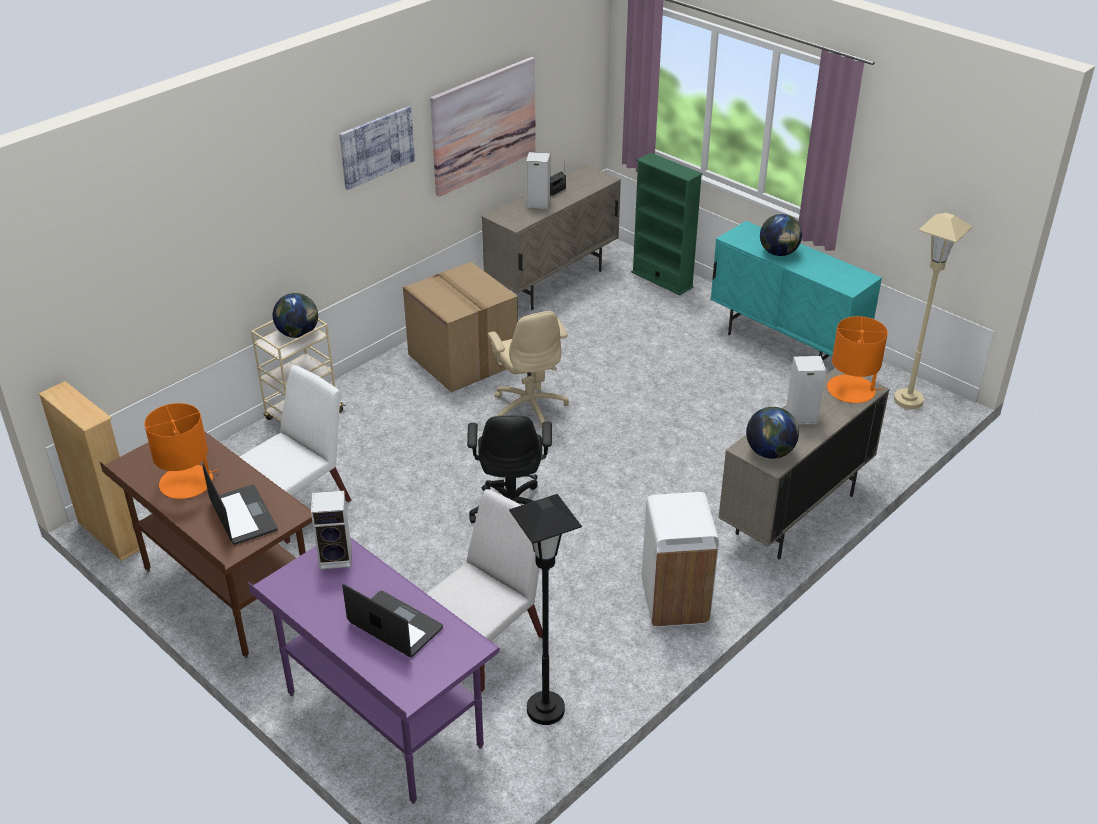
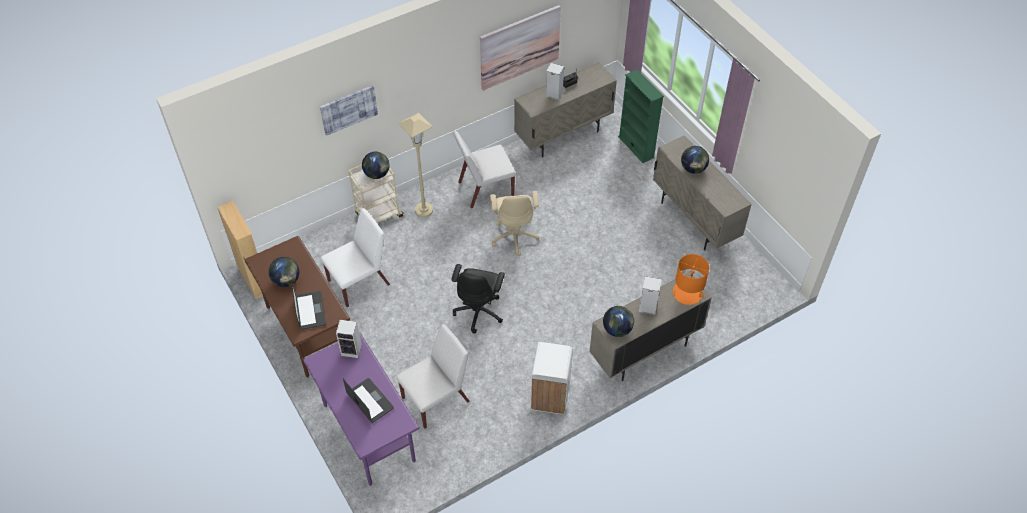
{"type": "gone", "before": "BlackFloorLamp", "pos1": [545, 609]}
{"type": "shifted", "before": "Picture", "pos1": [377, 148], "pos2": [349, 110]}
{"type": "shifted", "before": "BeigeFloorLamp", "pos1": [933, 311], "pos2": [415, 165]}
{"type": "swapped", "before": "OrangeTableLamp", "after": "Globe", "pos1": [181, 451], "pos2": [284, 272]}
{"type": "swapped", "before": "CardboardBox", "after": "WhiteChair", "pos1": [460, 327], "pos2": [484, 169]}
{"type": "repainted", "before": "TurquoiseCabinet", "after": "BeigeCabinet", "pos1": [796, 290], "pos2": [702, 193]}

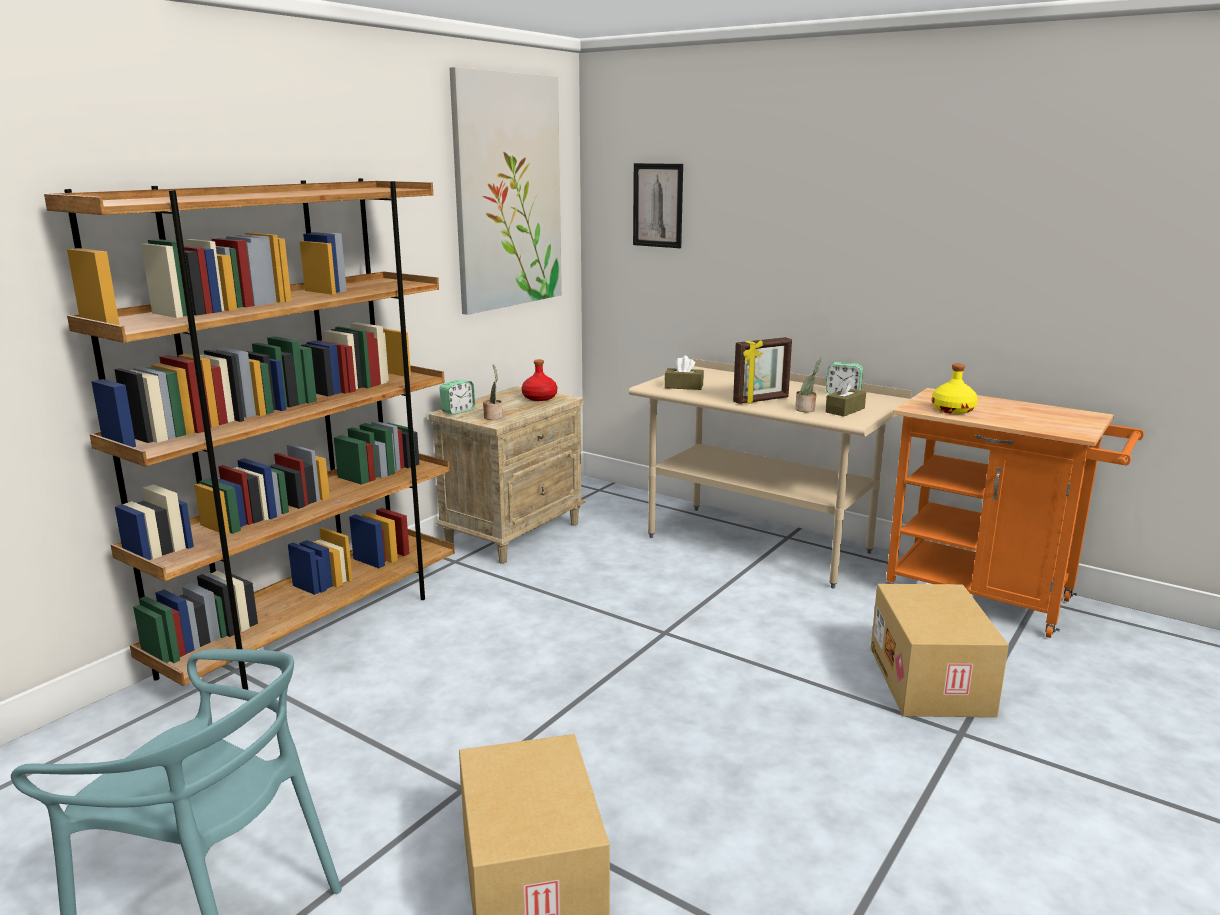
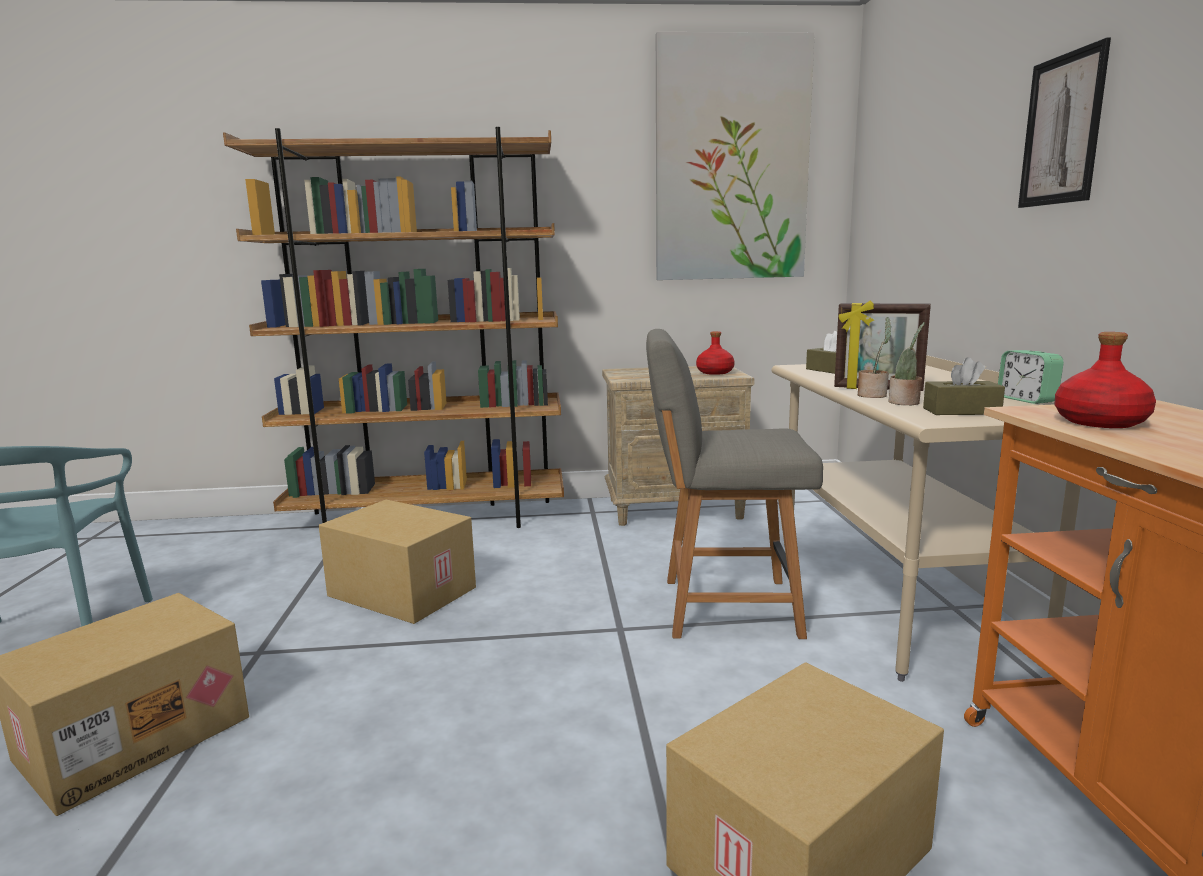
{"type": "gone", "before": "AlarmClock", "pos1": [457, 397]}
{"type": "new", "after": "CardboardBox", "pos2": [397, 562]}
{"type": "new", "after": "GreyChair", "pos2": [734, 484]}
{"type": "shifted", "before": "PottedPlant", "pos1": [492, 392], "pos2": [874, 357]}
{"type": "shifted", "before": "Picture", "pos1": [658, 205], "pos2": [1064, 122]}
{"type": "repainted", "before": "YellowBottle", "after": "RedBottle", "pos1": [955, 389], "pos2": [1105, 380]}

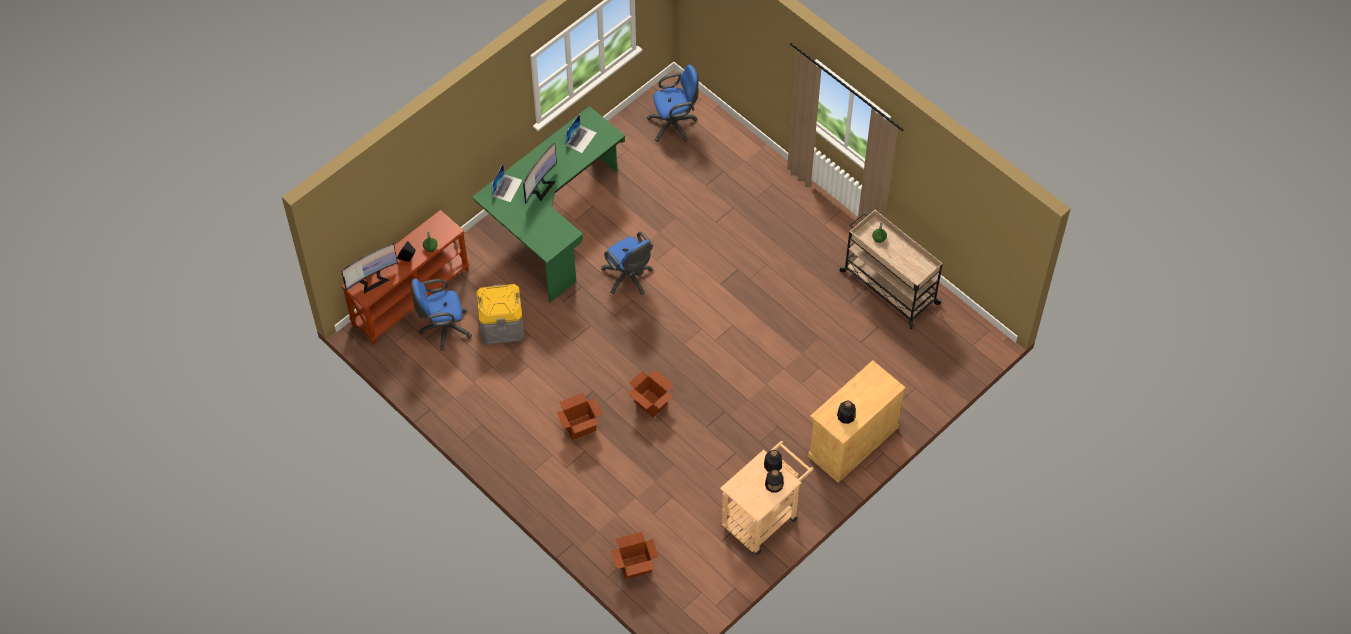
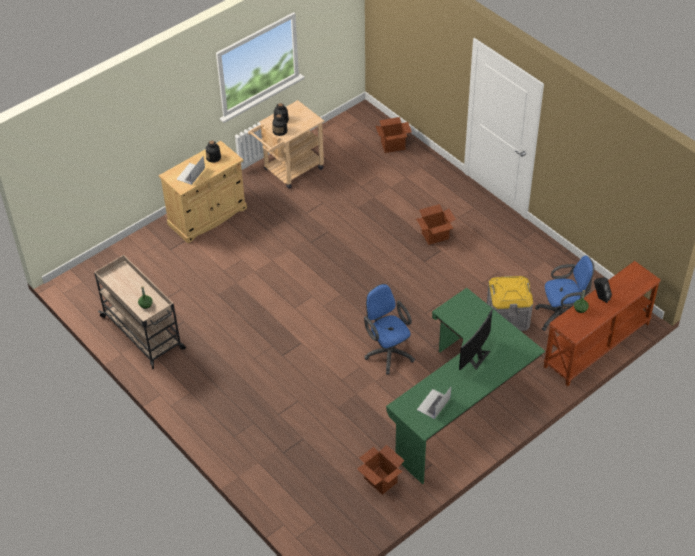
{"type": "gone", "before": "Monitor", "pos1": [369, 268]}
{"type": "gone", "before": "BlueOfficeChair", "pos1": [673, 103]}
{"type": "shifted", "before": "Laptop", "pos1": [506, 183], "pos2": [190, 170]}
{"type": "shifted", "before": "CardboardBox", "pos1": [650, 393], "pos2": [381, 470]}

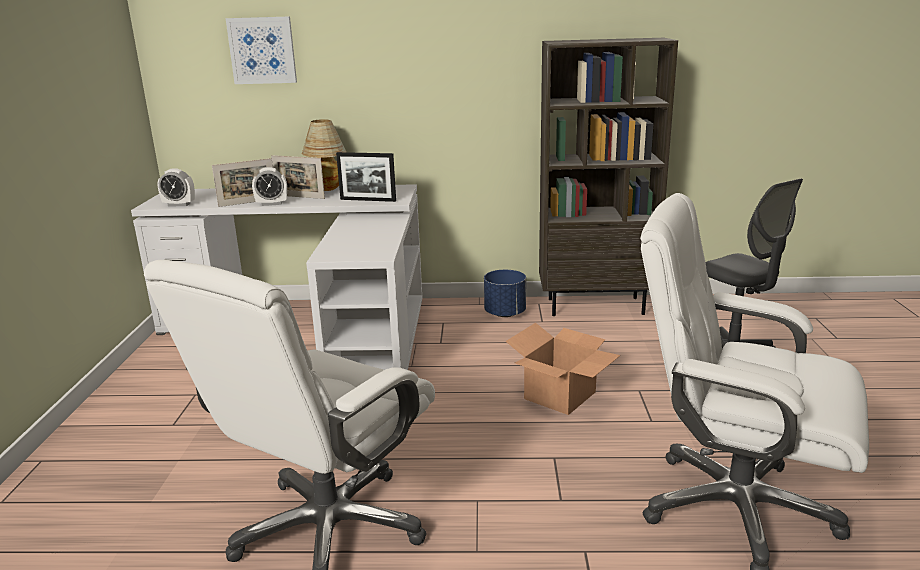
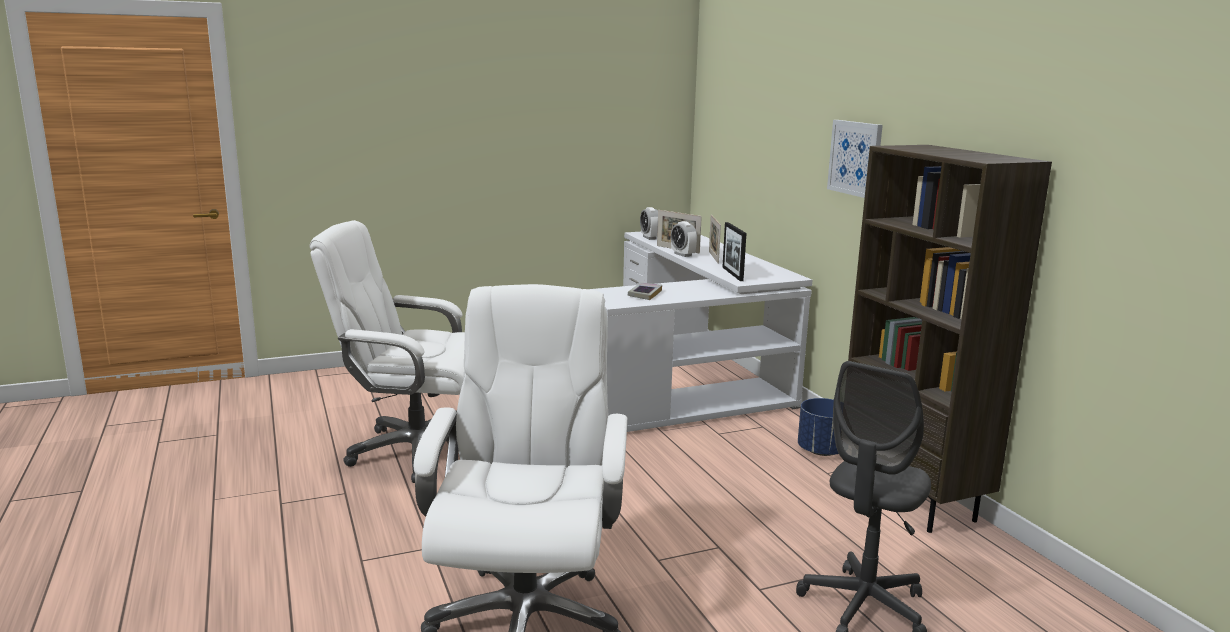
{"type": "gone", "before": "TableLamp", "pos1": [324, 155]}
{"type": "gone", "before": "CardboardBox", "pos1": [563, 369]}
{"type": "new", "after": "Book", "pos2": [645, 291]}
{"type": "shifted", "before": "Picture", "pos1": [261, 50], "pos2": [855, 159]}

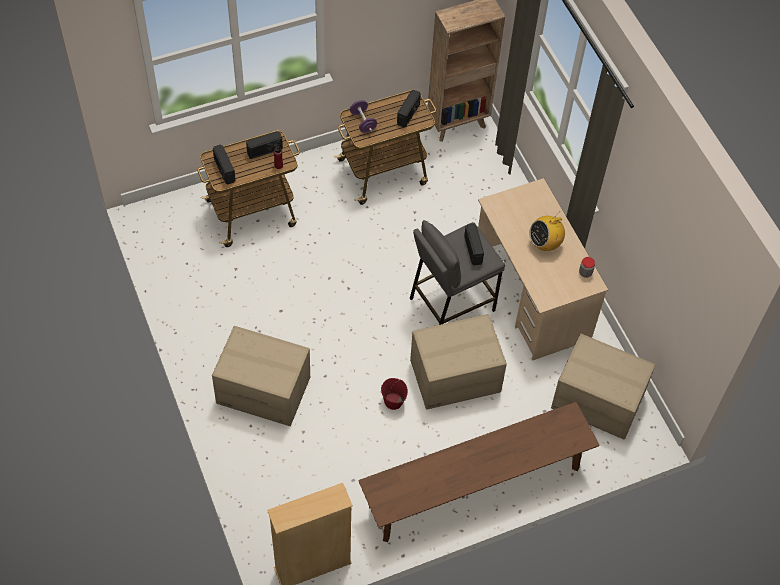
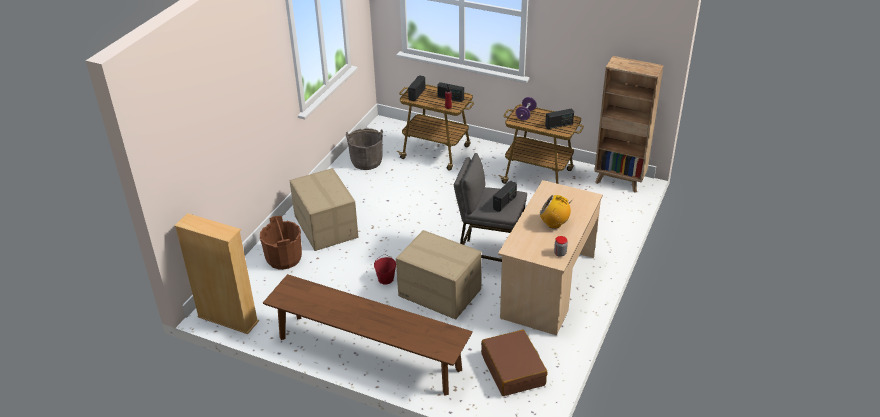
{"type": "new", "after": "BrownBucket", "pos2": [281, 243]}
{"type": "new", "after": "GreyBucket", "pos2": [364, 149]}
{"type": "swapped", "before": "CardboardBox", "after": "BrownSuitcase", "pos1": [603, 387], "pos2": [514, 363]}

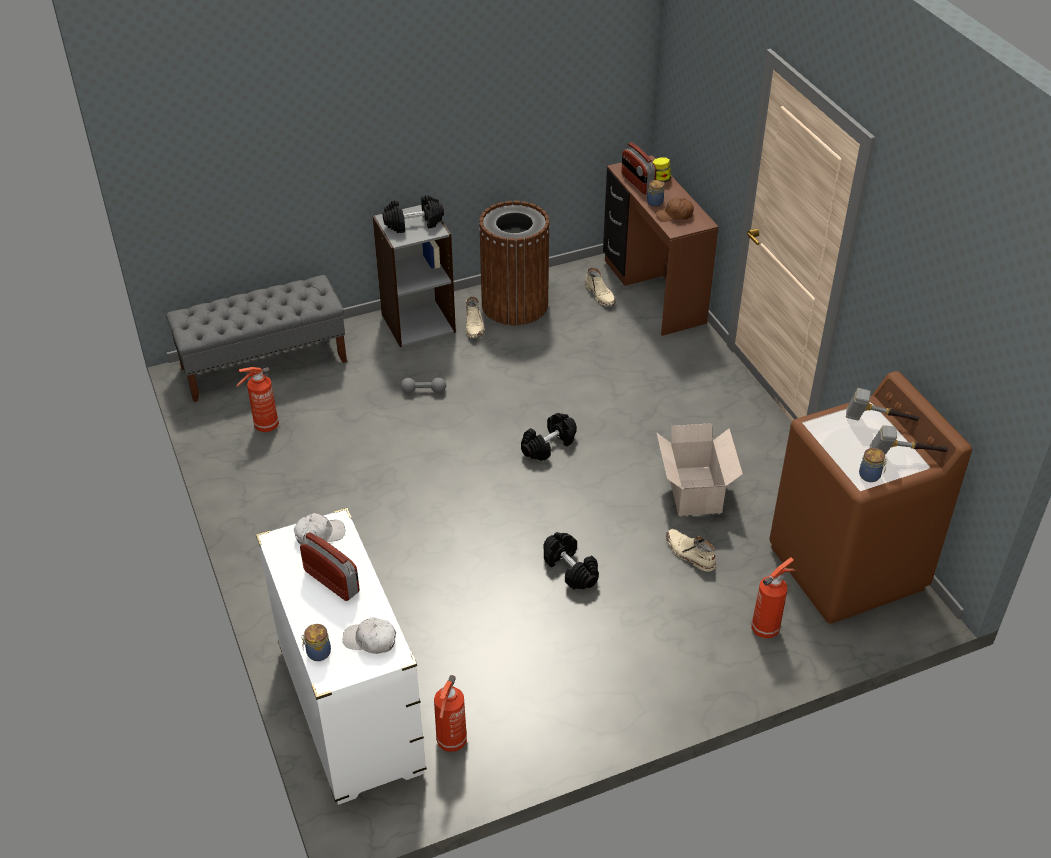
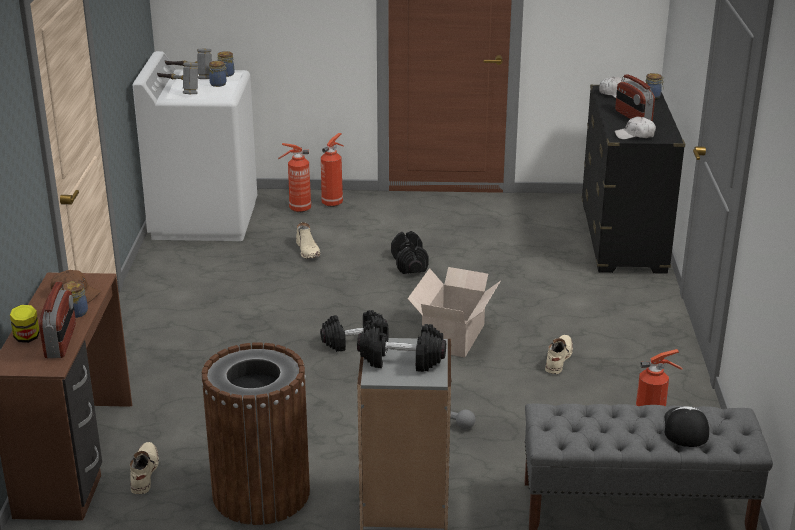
{"type": "new", "after": "Jar", "pos2": [218, 74]}
{"type": "new", "after": "Cap", "pos2": [687, 426]}
{"type": "shifted", "before": "FireExtinguisher", "pos1": [450, 713], "pos2": [332, 170]}
{"type": "shifted", "before": "BeigeBoot", "pos1": [475, 317], "pos2": [559, 354]}
{"type": "shifted", "before": "CardboardBox", "pos1": [700, 469], "pos2": [454, 312]}
{"type": "repainted", "before": "WhiteDresser", "after": "BlackDresser", "pos1": [341, 656], "pos2": [633, 179]}
{"type": "repainted", "before": "BrownWashingMachine", "after": "WhiteWashingMachine", "pos1": [870, 497], "pos2": [195, 146]}

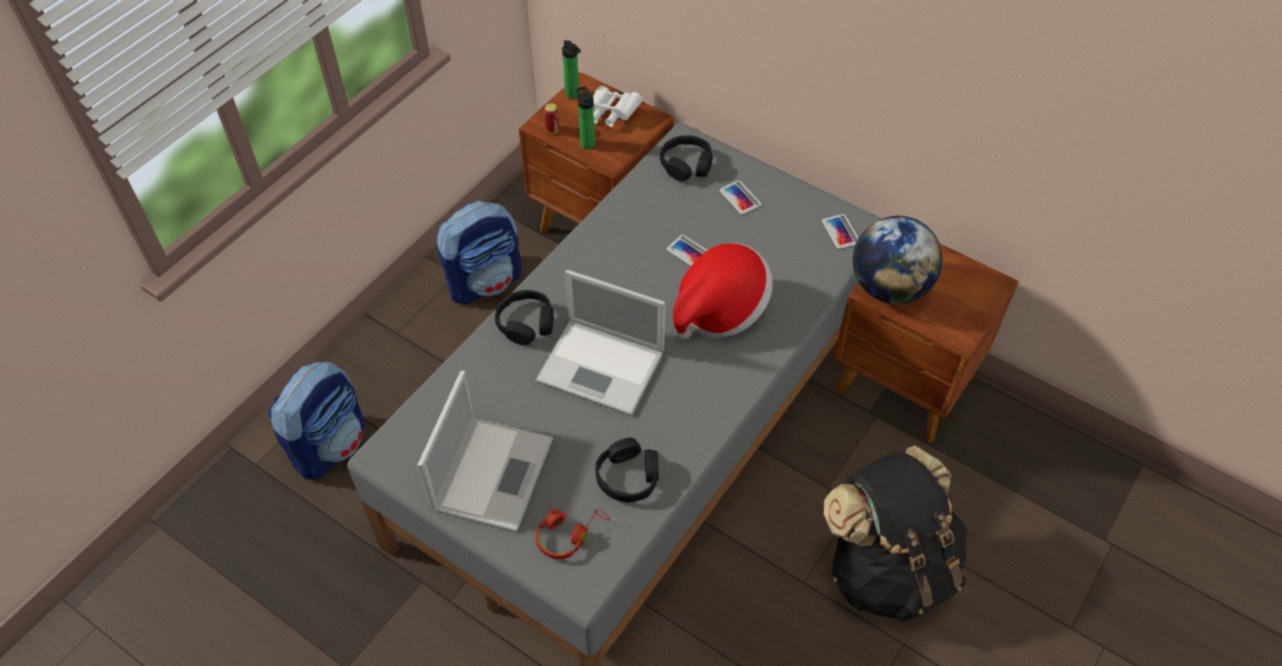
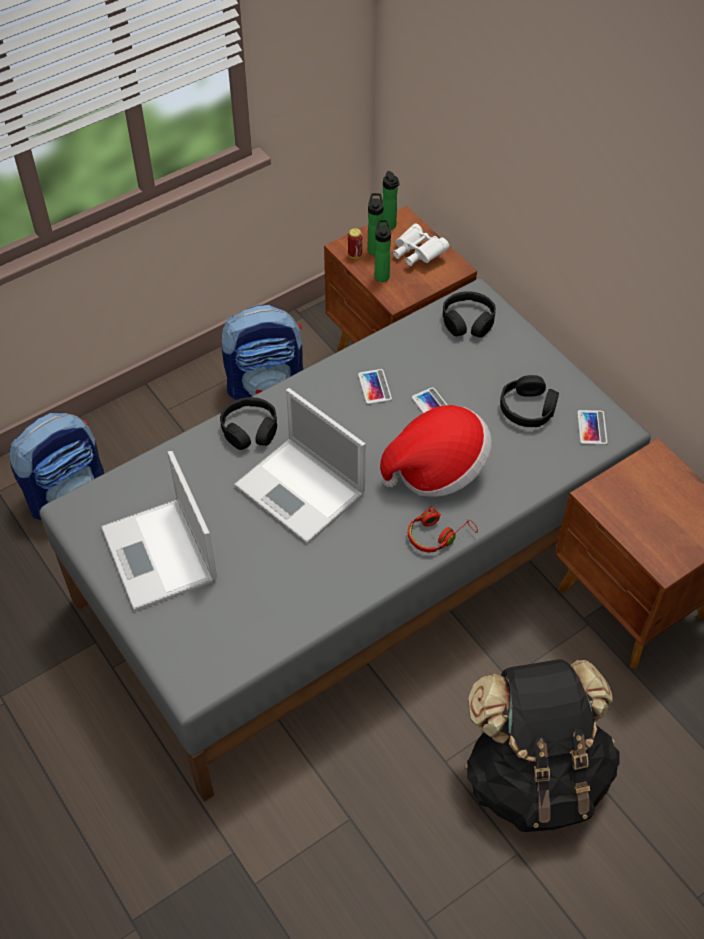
{"type": "gone", "before": "Globe", "pos1": [898, 260]}
{"type": "new", "after": "Bottle", "pos2": [376, 224]}
{"type": "shifted", "before": "RedHeadphones", "pos1": [572, 533], "pos2": [443, 529]}
{"type": "shifted", "before": "BlackHeadphones", "pos1": [627, 470], "pos2": [529, 401]}
{"type": "shifted", "before": "Phone", "pos1": [741, 197], "pos2": [375, 386]}
{"type": "rotated", "before": "Laptop", "pos1": [485, 451], "pos2": [159, 531], "turn": 120}

